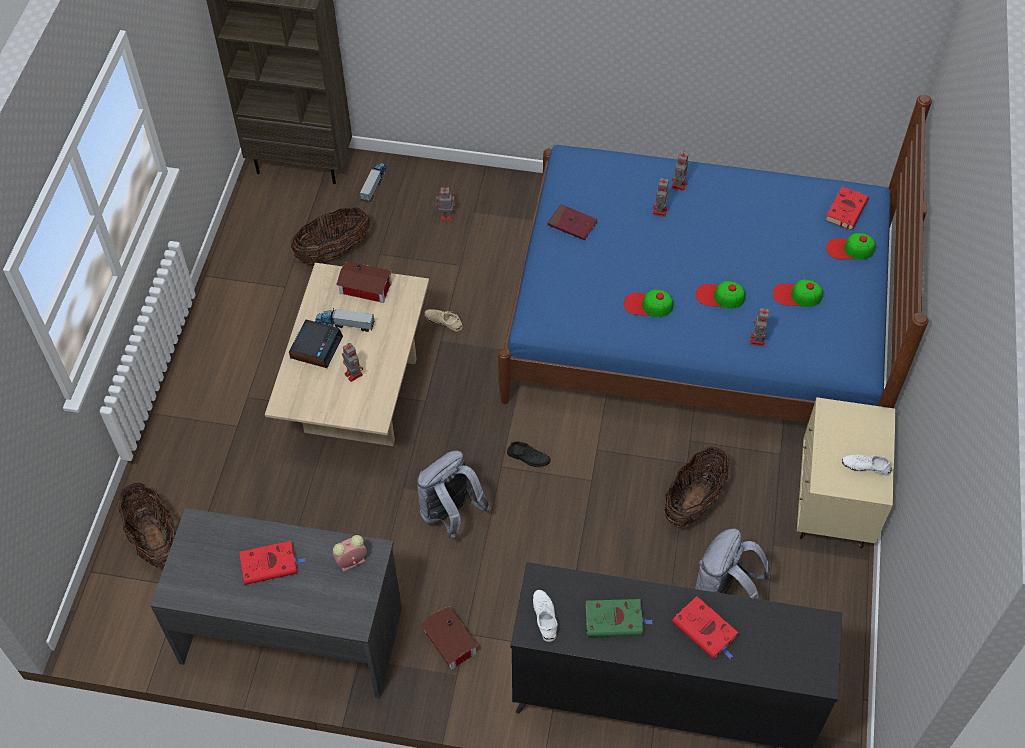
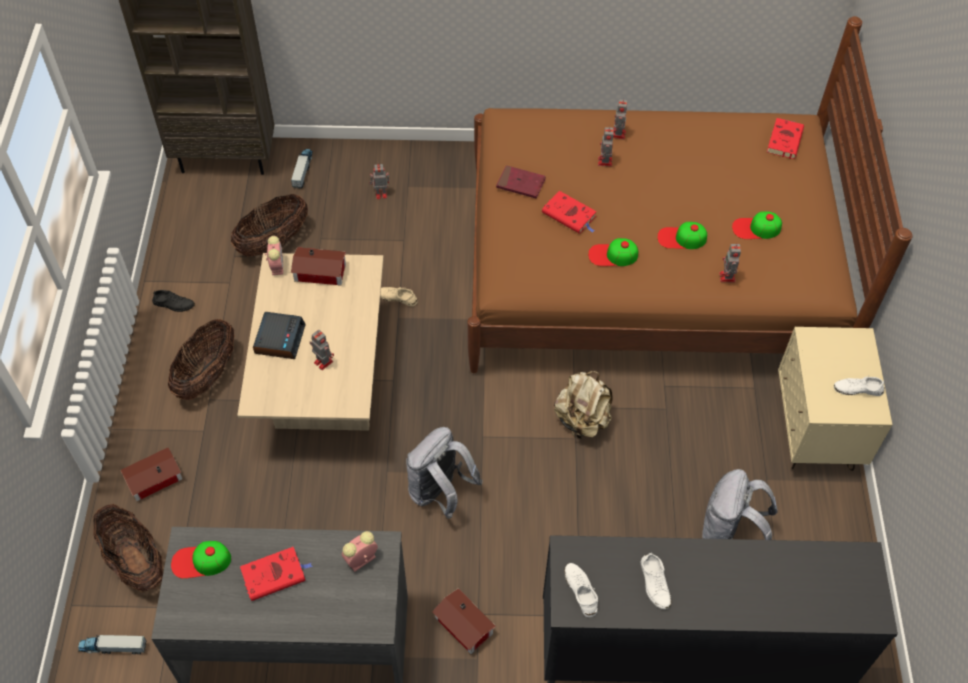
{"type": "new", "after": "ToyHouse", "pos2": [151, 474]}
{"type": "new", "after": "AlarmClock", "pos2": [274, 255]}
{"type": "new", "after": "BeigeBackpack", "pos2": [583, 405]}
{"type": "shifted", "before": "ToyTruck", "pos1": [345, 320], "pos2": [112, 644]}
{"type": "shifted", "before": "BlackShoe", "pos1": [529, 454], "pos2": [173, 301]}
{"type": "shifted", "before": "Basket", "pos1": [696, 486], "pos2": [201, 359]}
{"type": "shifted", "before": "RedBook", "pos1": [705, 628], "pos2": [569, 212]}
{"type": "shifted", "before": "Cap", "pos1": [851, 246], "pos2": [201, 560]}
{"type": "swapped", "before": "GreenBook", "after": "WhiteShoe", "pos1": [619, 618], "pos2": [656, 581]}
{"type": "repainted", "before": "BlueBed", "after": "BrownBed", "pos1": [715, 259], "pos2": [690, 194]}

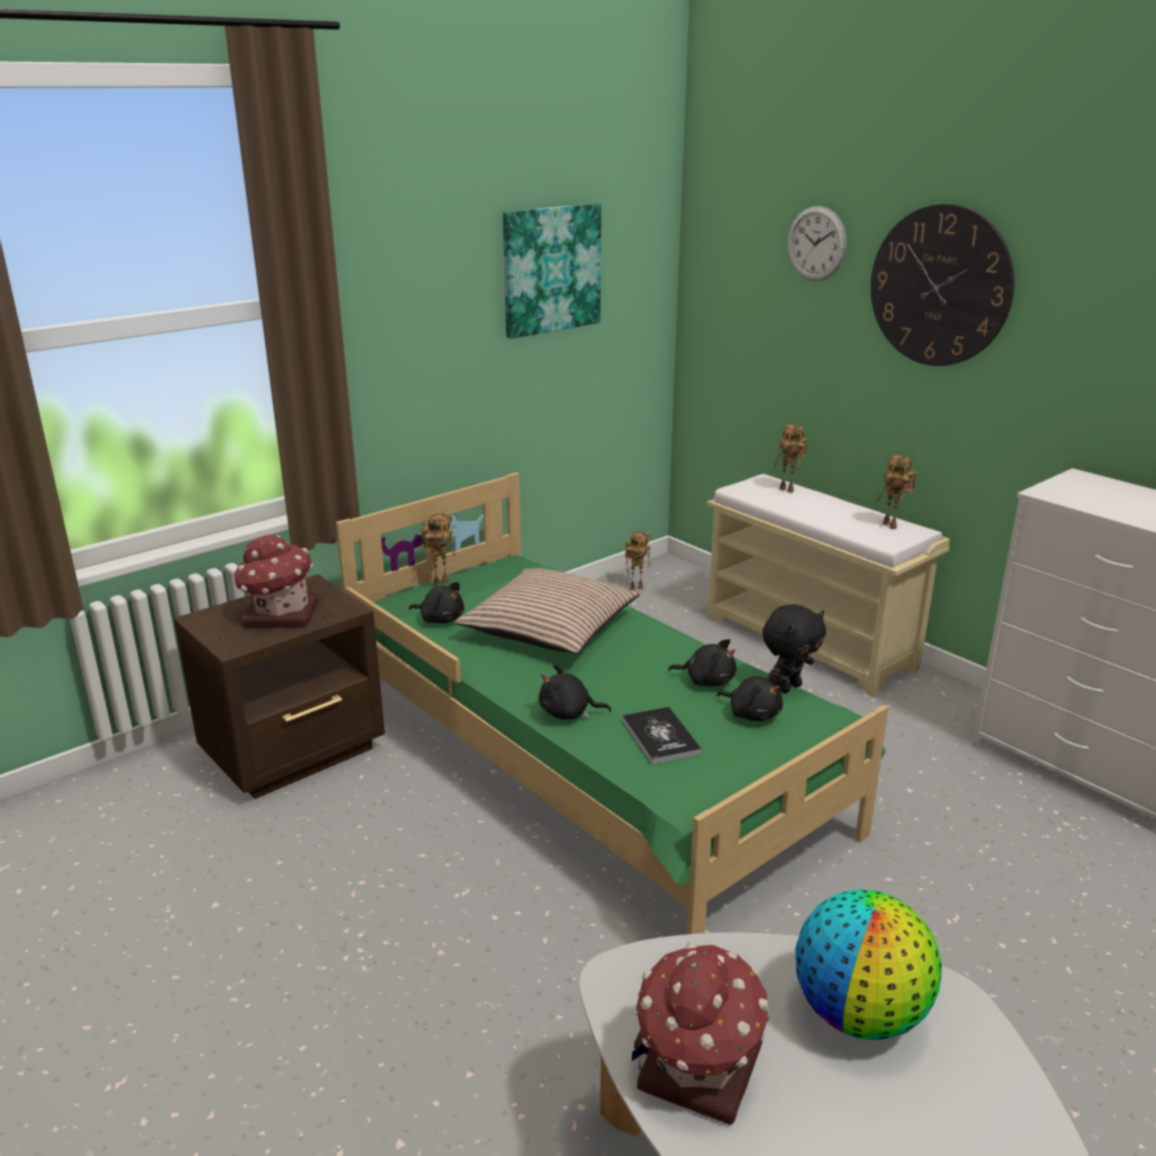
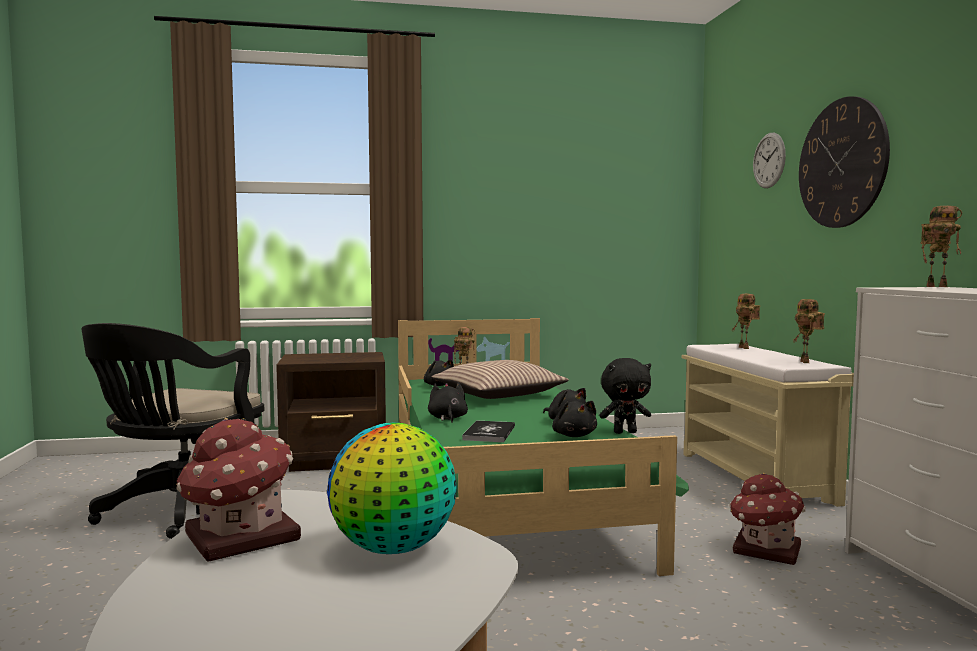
{"type": "gone", "before": "Picture", "pos1": [552, 271]}
{"type": "new", "after": "BlackOfficeChair", "pos2": [173, 431]}
{"type": "shifted", "before": "ToyHouse", "pos1": [276, 581], "pos2": [767, 519]}
{"type": "shifted", "before": "ToyRobot", "pos1": [638, 561], "pos2": [941, 246]}
{"type": "rotated", "before": "BlackPlushToy", "pos1": [575, 692], "pos2": [448, 402], "turn": 45}

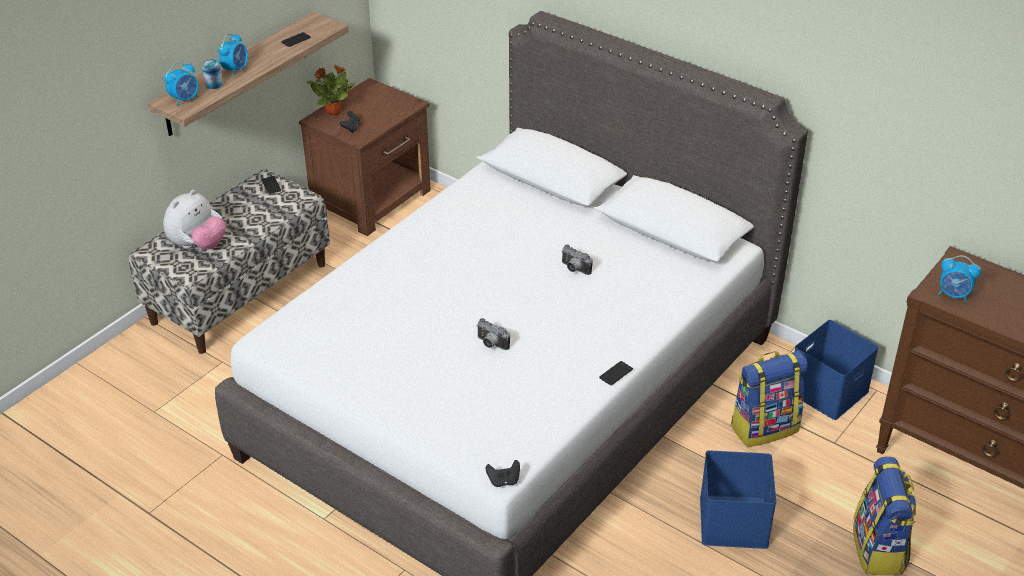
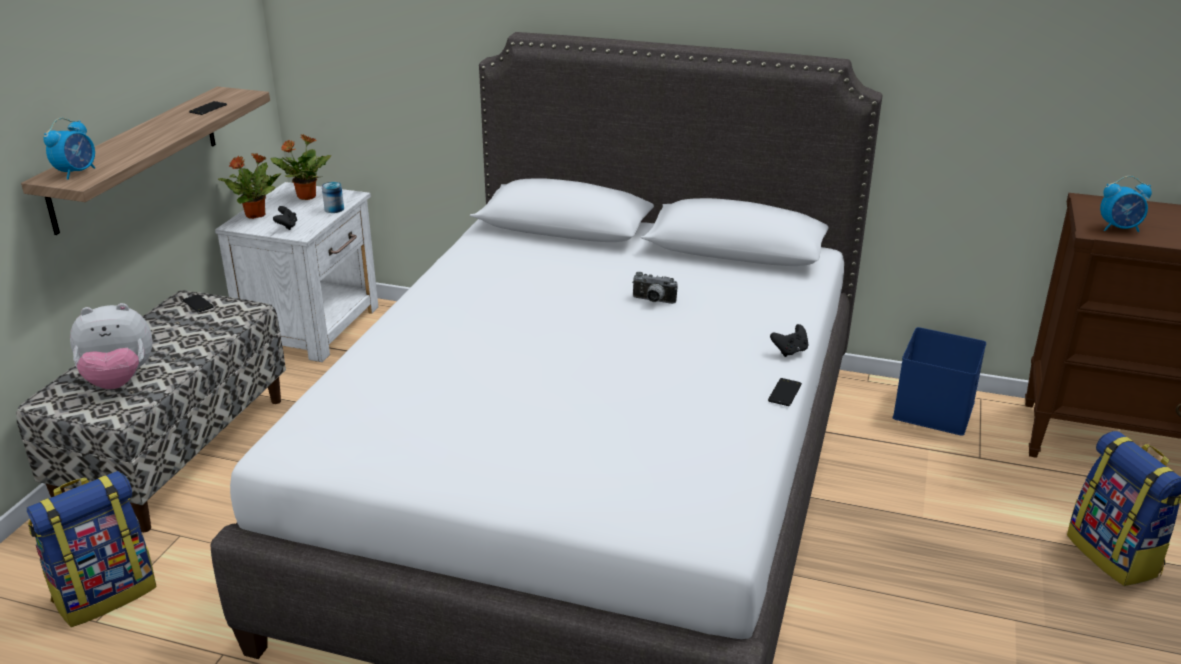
{"type": "gone", "before": "AlarmClock", "pos1": [233, 55]}
{"type": "gone", "before": "PhotoCamera", "pos1": [493, 334]}
{"type": "gone", "before": "BlueStorageBox", "pos1": [738, 499]}
{"type": "new", "after": "PottedPlant", "pos2": [301, 167]}
{"type": "shifted", "before": "Can", "pos1": [212, 74], "pos2": [333, 197]}
{"type": "shifted", "before": "BlackGameController", "pos1": [503, 473], "pos2": [789, 340]}
{"type": "shifted", "before": "Backpack", "pos1": [769, 399], "pos2": [92, 549]}
{"type": "repainted", "before": "BrownNightstand", "after": "WhiteNightstand", "pos1": [365, 157], "pos2": [297, 272]}
{"type": "rotated", "before": "PlushToy", "pos1": [194, 220], "pos2": [111, 346], "turn": 60}

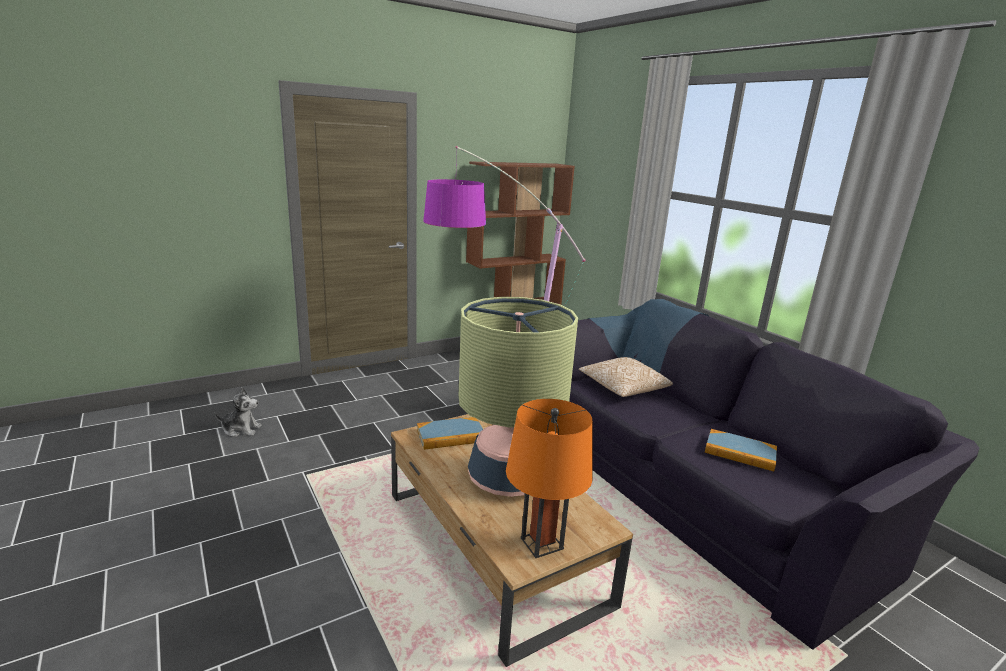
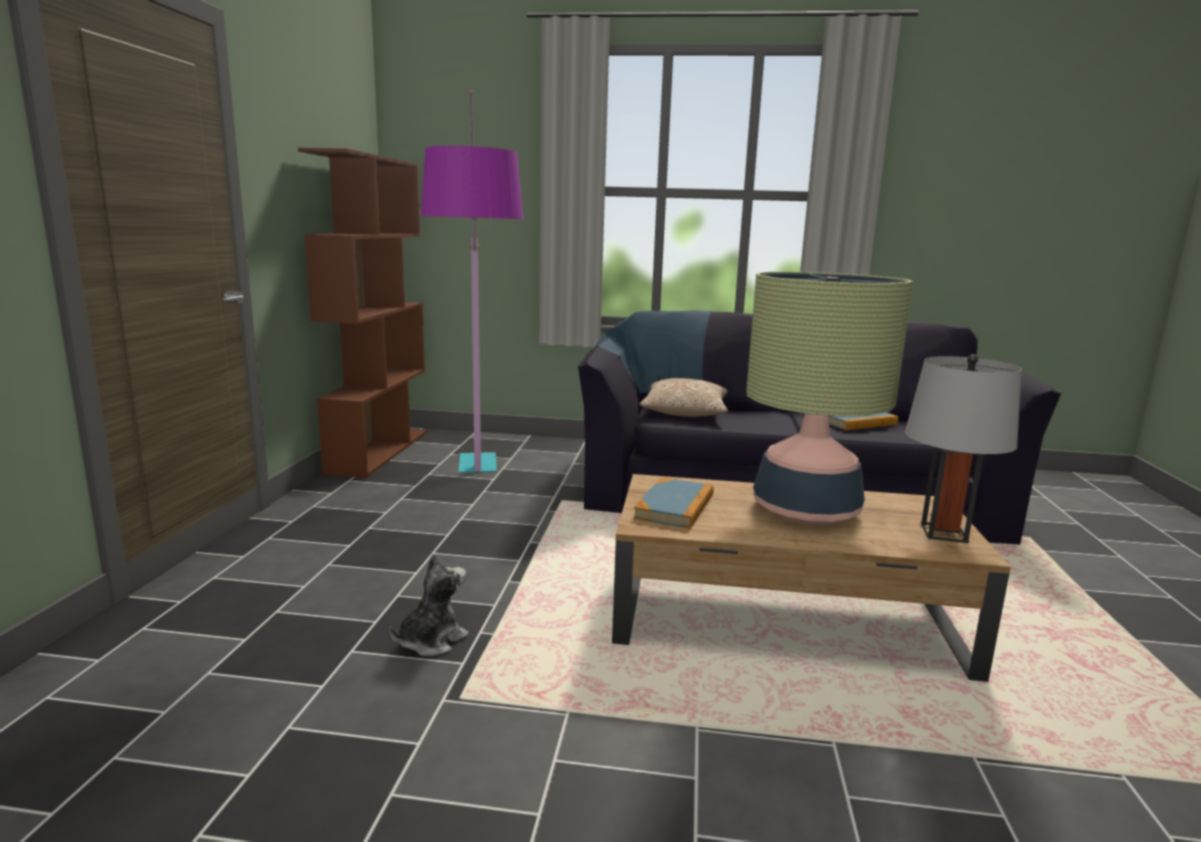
{"type": "shifted", "before": "PlushToy", "pos1": [238, 412], "pos2": [429, 605]}
{"type": "repainted", "before": "OrangeTableLamp", "after": "GreyTableLamp", "pos1": [549, 478], "pos2": [963, 448]}

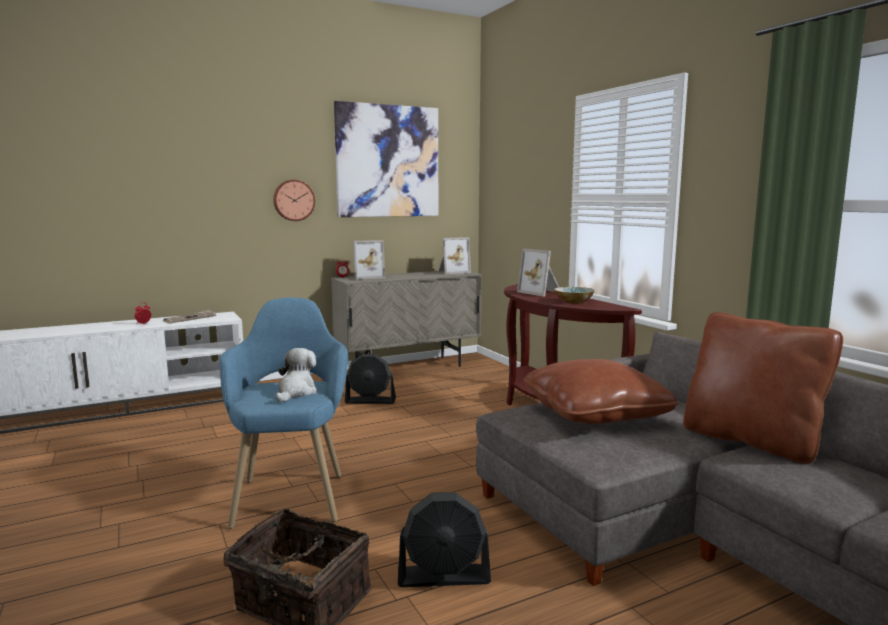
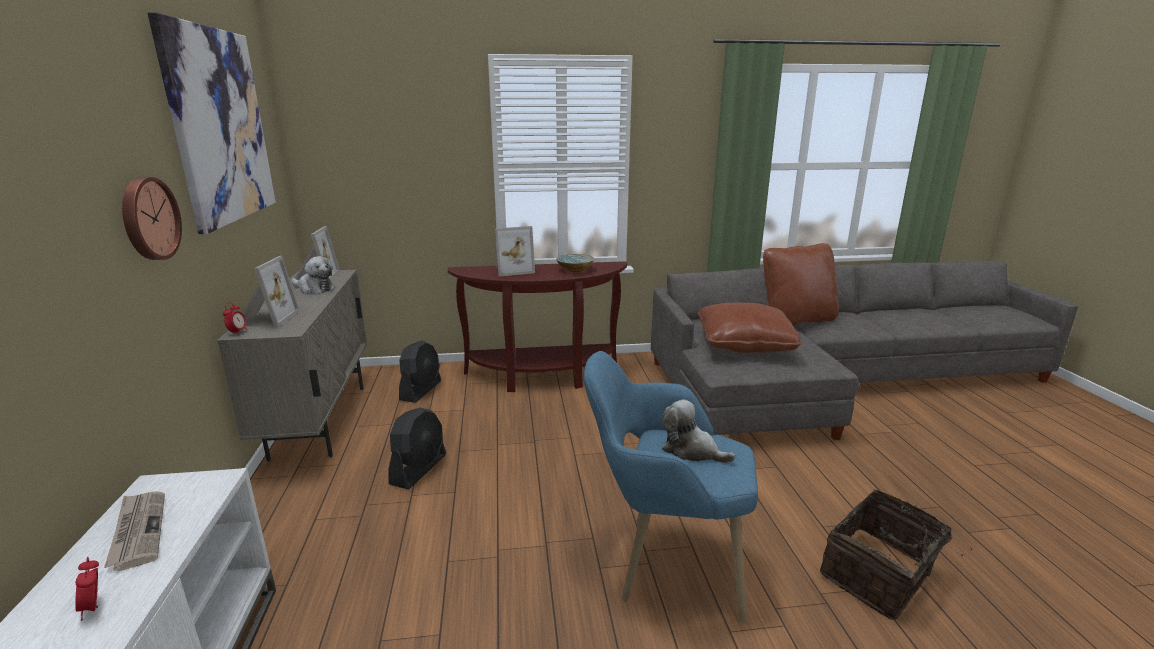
{"type": "new", "after": "PlushToy", "pos2": [313, 275]}
{"type": "shifted", "before": "BlackFan", "pos1": [444, 539], "pos2": [420, 371]}

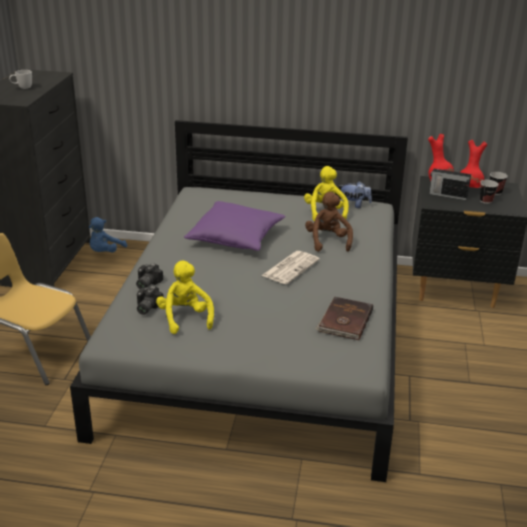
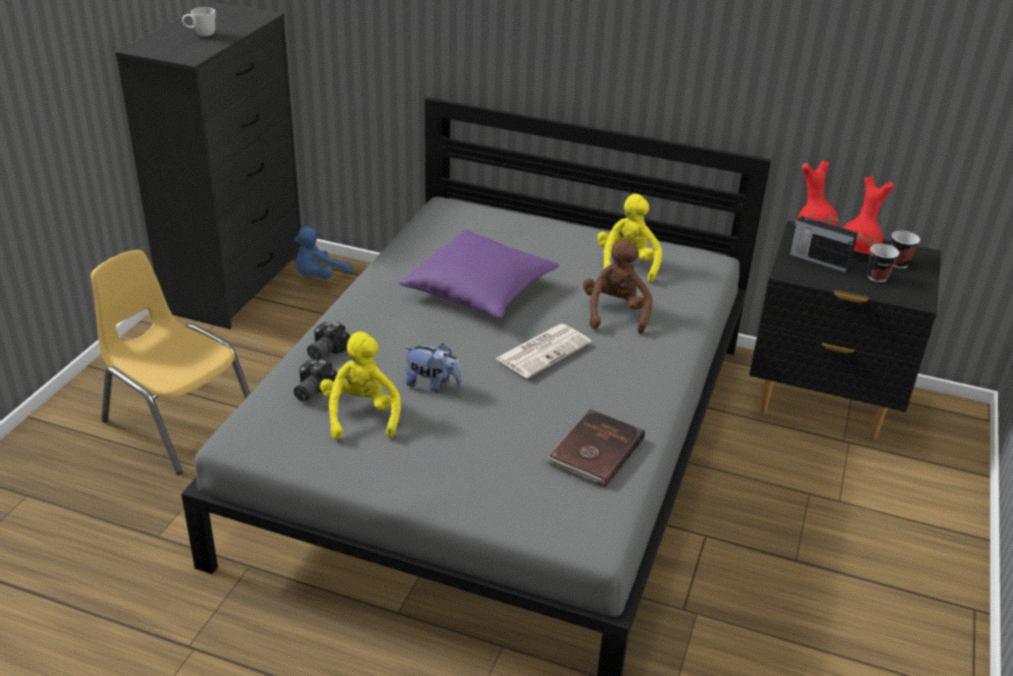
{"type": "shifted", "before": "PlushToy", "pos1": [355, 194], "pos2": [433, 368]}

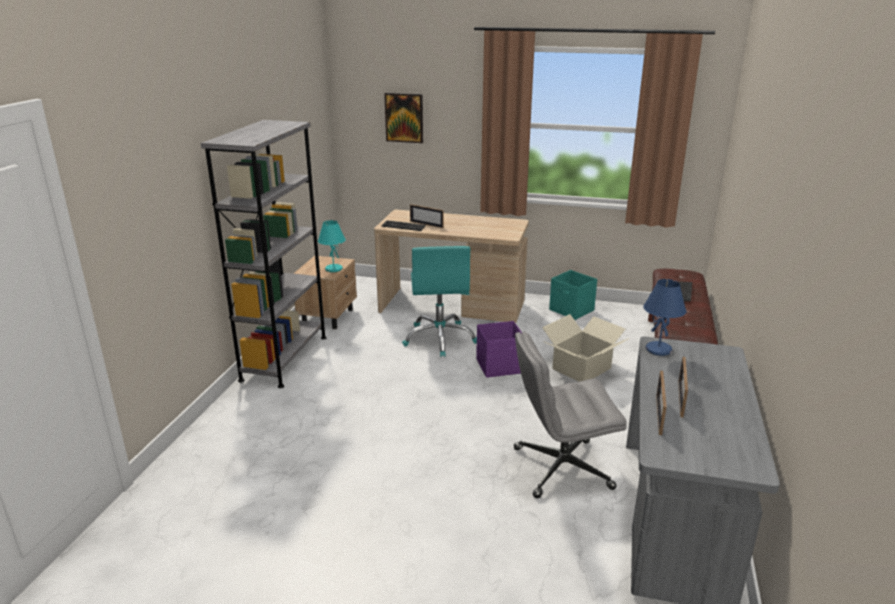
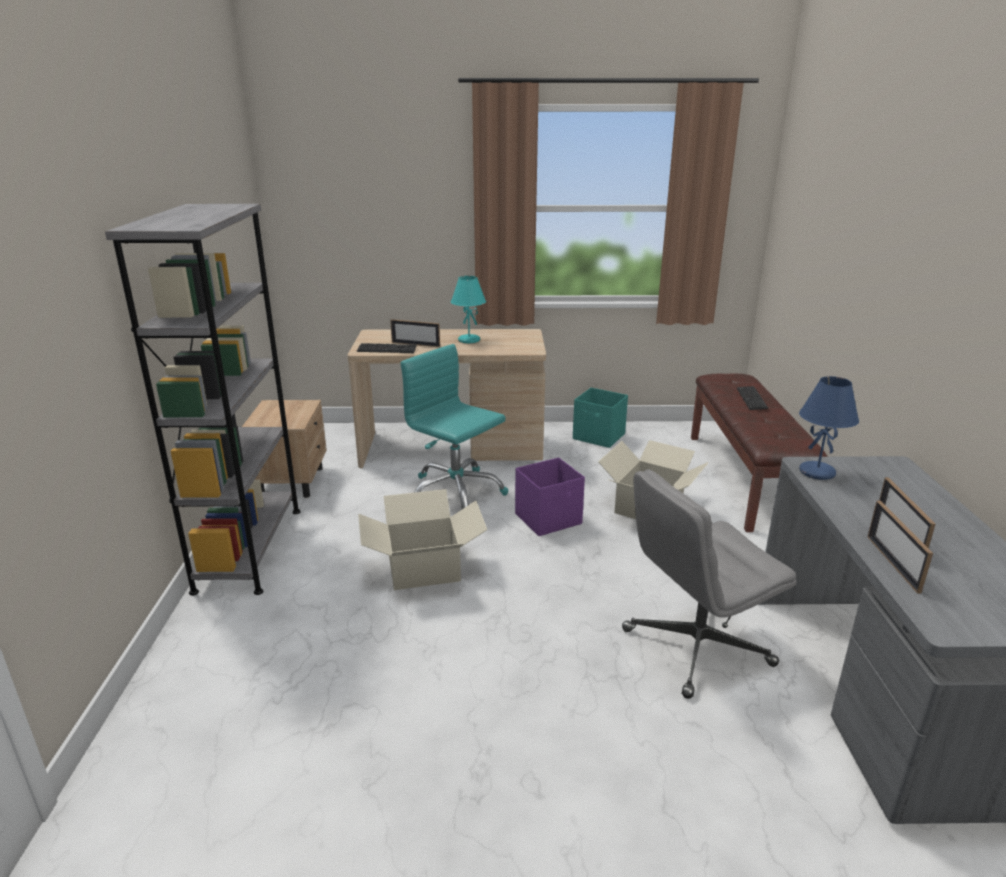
{"type": "gone", "before": "Picture", "pos1": [403, 118]}
{"type": "new", "after": "CardboardBox", "pos2": [422, 539]}
{"type": "shifted", "before": "TurquoiseTableLamp", "pos1": [332, 246], "pos2": [468, 309]}
{"type": "rotated", "before": "TurquoiseOfficeChair", "pos1": [439, 301], "pos2": [454, 426], "turn": 150}

